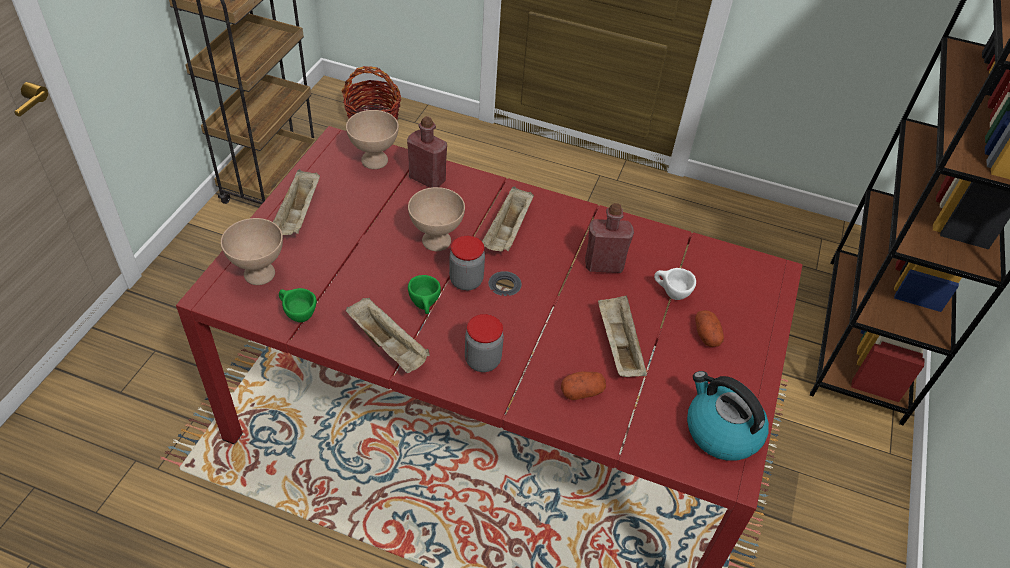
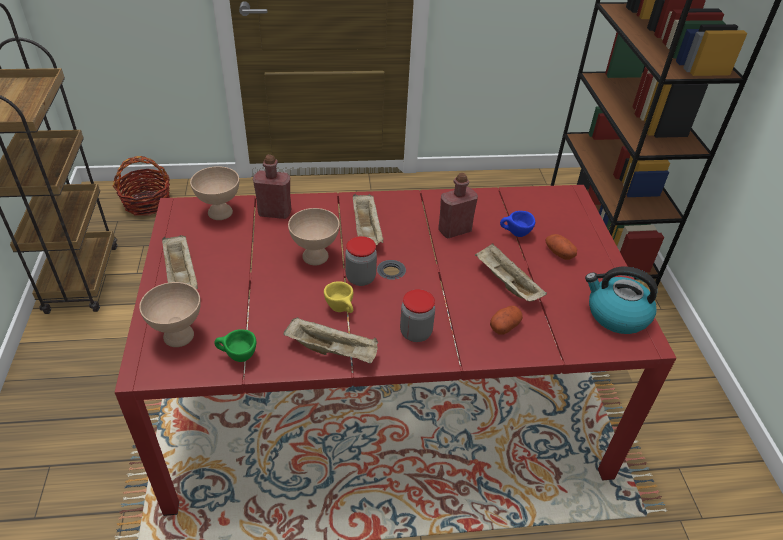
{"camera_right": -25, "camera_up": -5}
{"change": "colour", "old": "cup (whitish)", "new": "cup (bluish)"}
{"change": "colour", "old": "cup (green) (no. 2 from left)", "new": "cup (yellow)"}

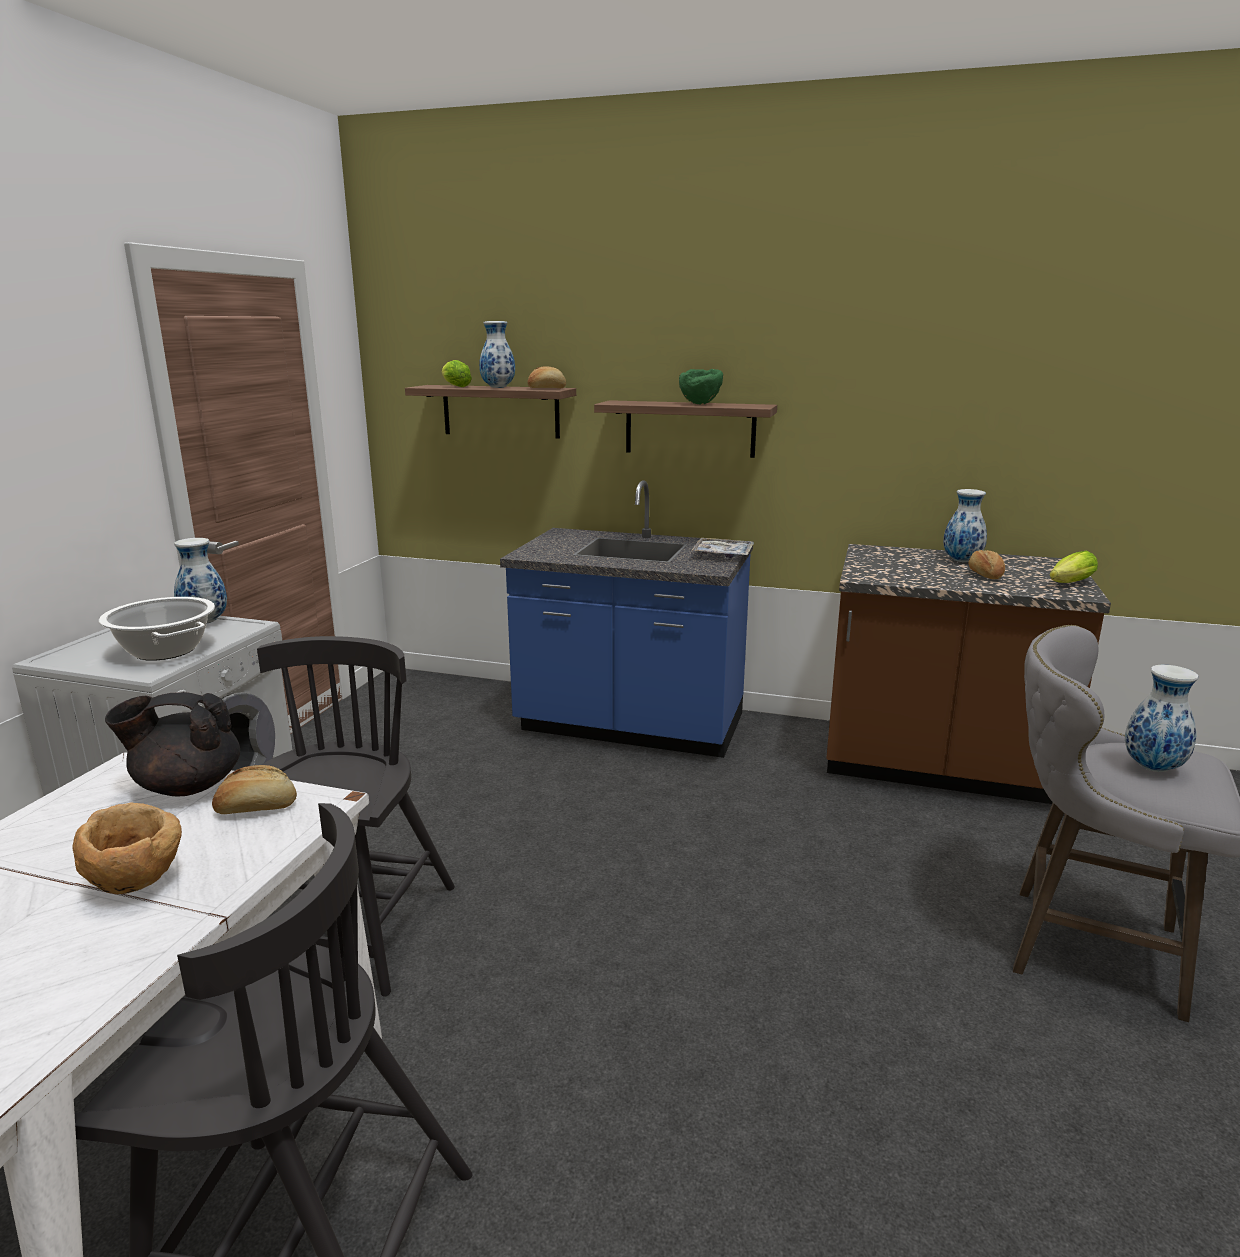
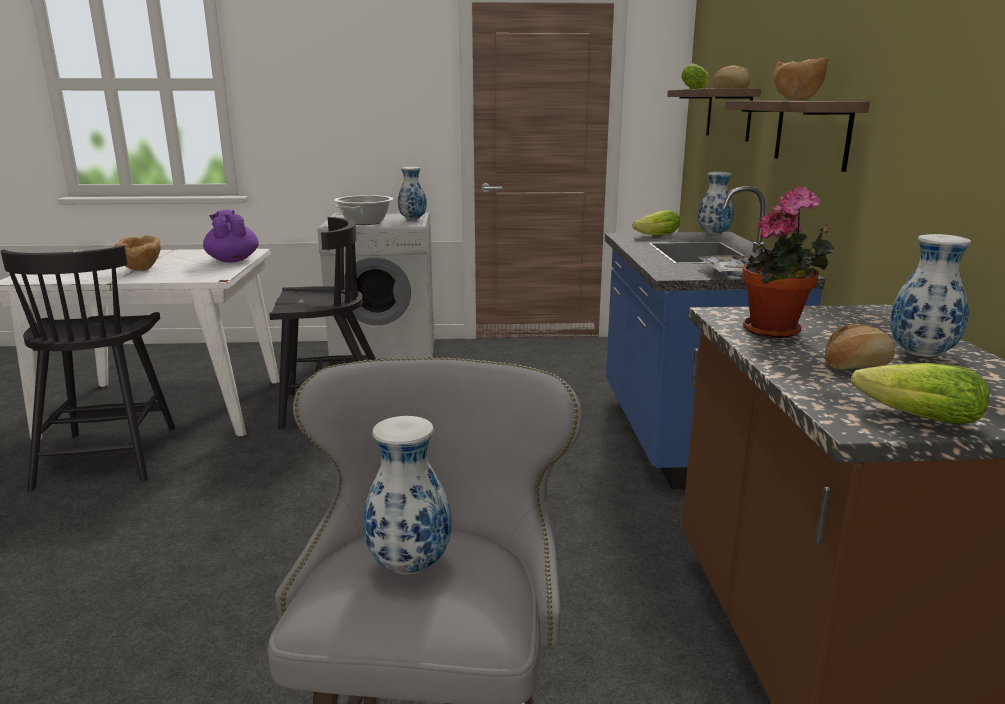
{"camera_right": 70, "camera_up": 0}
{"change": "relocated", "old": "vase (no. 2 from left in the first image)", "new": "vase (no. 3 from left)"}
{"change": "colour", "old": "serving bowl (green)", "new": "serving bowl (brown-coloured) (no. 2 from left)"}
{"change": "colour", "old": "pot for tea (blackish)", "new": "pot for tea (purple)"}
{"change": "missing", "old": "bread (no. 1 from left)"}
{"change": "appeared", "new": "potted plant"}
{"change": "appeared", "new": "lettuce head (no. 1 from left)"}

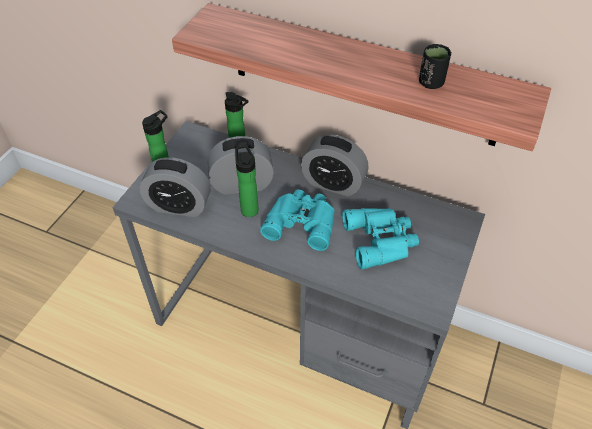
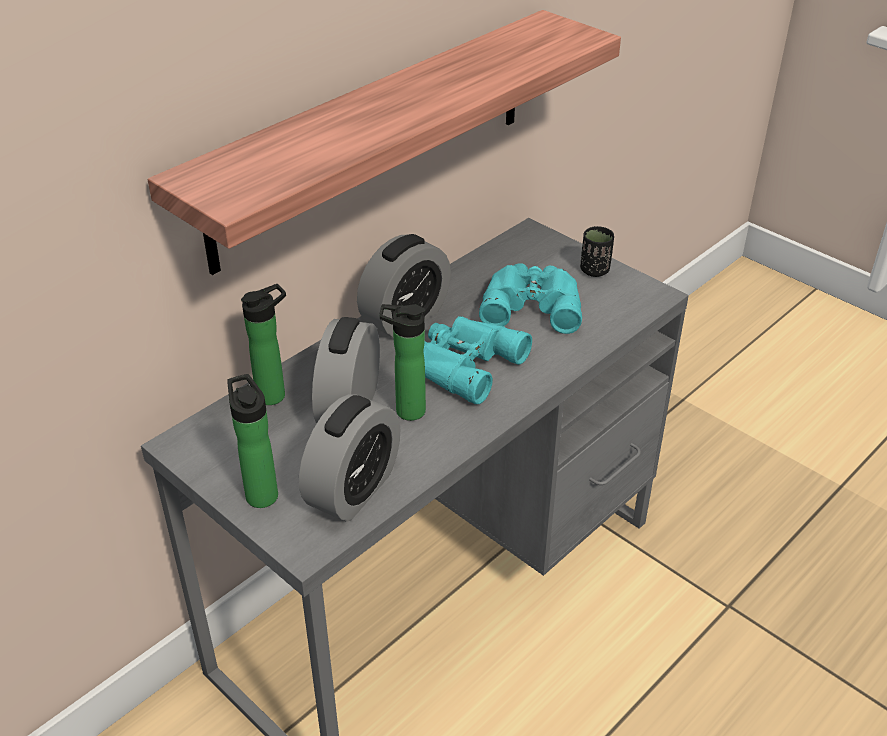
{"camera_right": -70, "camera_up": -10}
{"change": "relocated", "old": "cup (blackish)"}

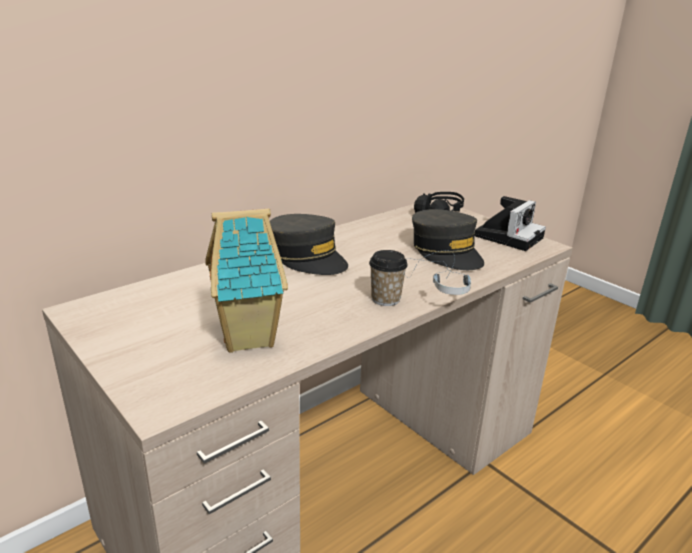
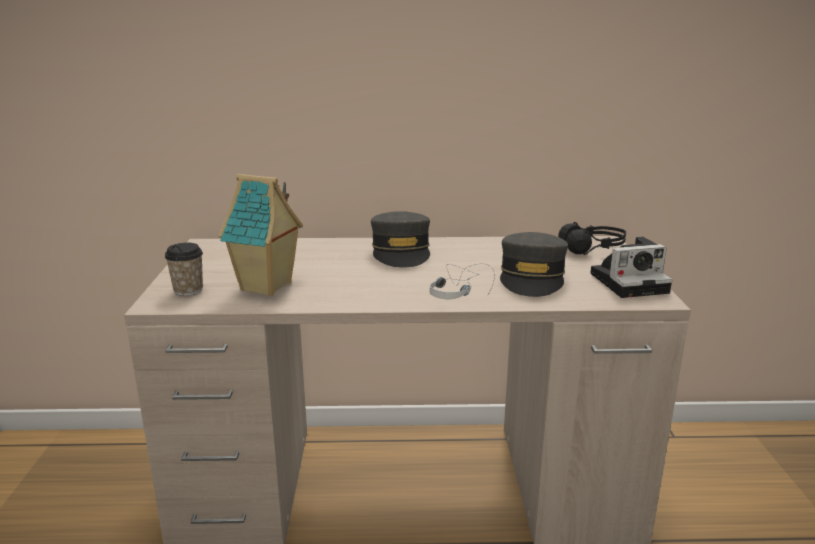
{"camera_right": 40, "camera_up": -5}
{"change": "relocated", "old": "cup"}

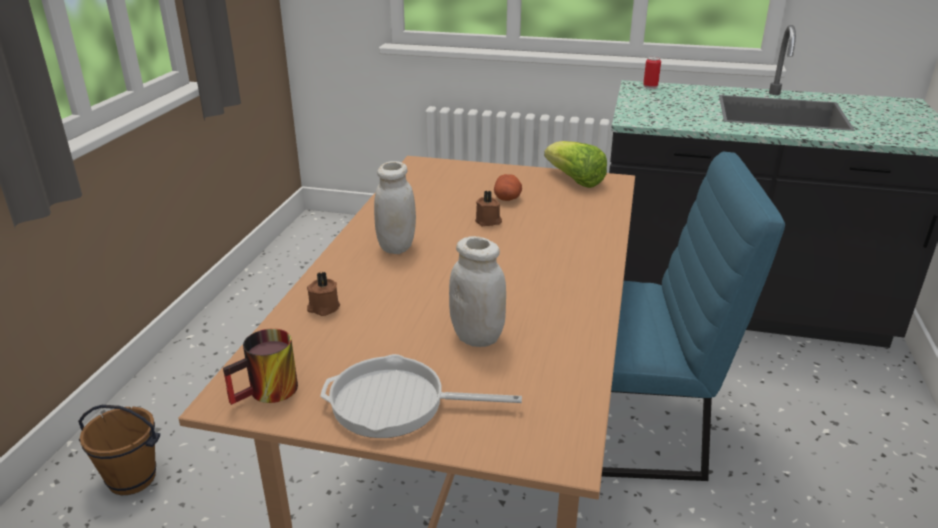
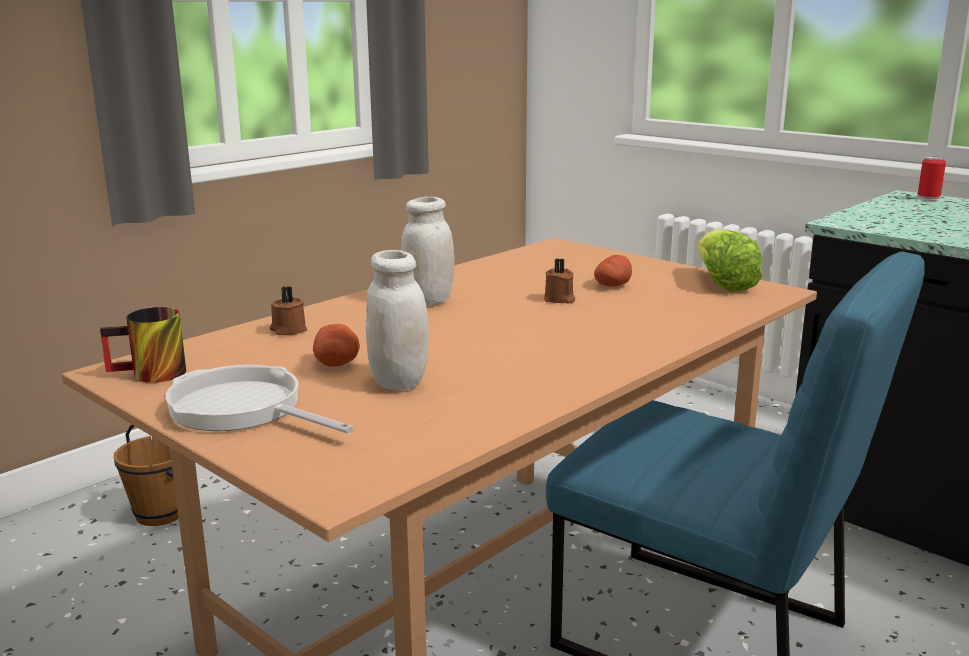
{"camera_right": 30, "camera_up": -10}
{"change": "appeared", "new": "potato (no. 1 from left)"}

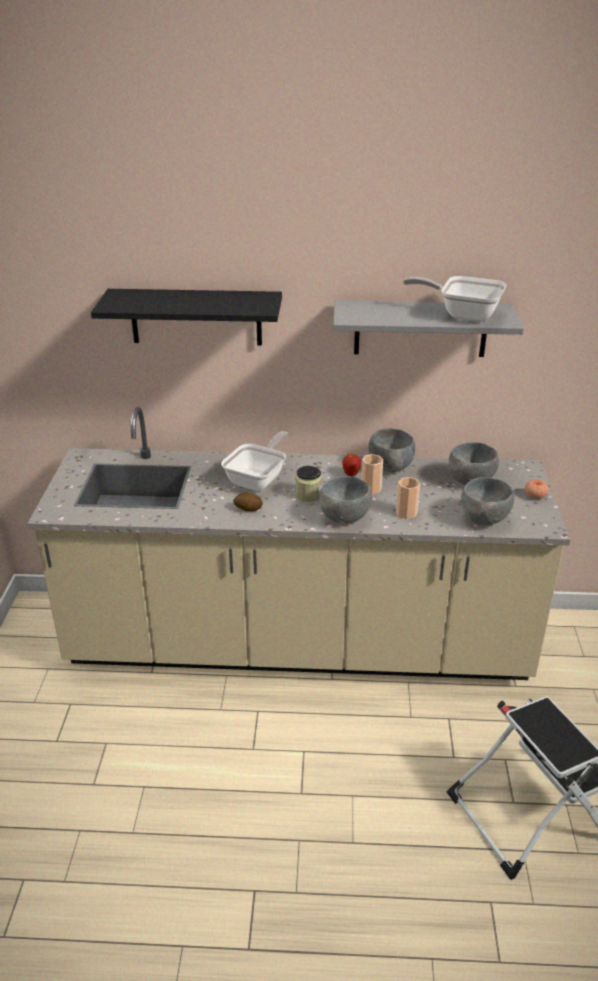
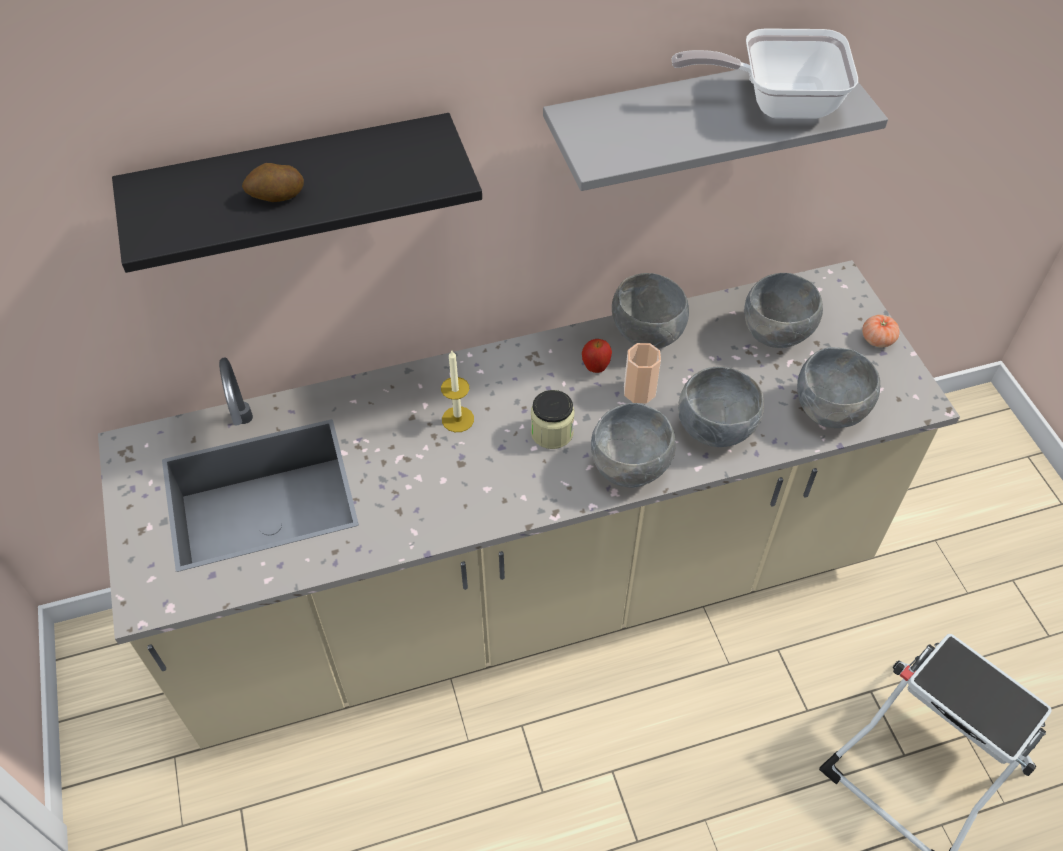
{"camera_right": -20, "camera_up": 20}
{"change": "exchanged", "old": "frying pan (no. 1 from left)", "new": "wax light"}
{"change": "exchanged", "old": "cup (no. 2 from left)", "new": "serving bowl (grey) (no. 3 from left)"}
{"change": "relocated", "old": "potato"}

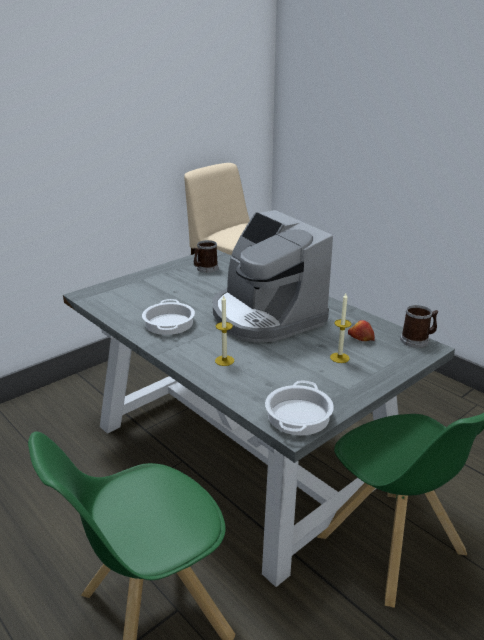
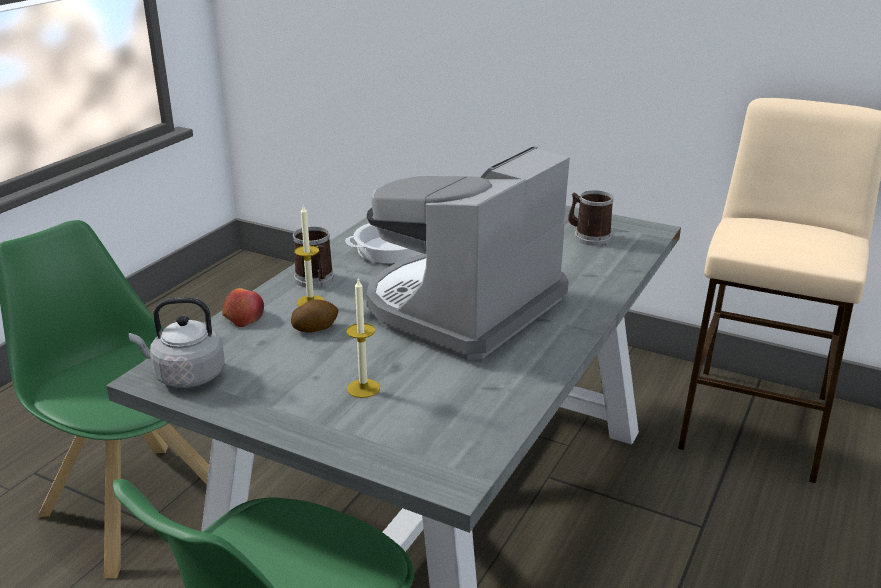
{"camera_right": 70, "camera_up": 0}
{"change": "relocated", "old": "mug (no. 2 from left in the first image)", "new": "mug (no. 1 from left)"}
{"change": "relocated", "old": "whole apple"}
{"change": "exchanged", "old": "cooking pot (no. 2 from left)", "new": "tea kettle (grey)"}
{"change": "appeared", "new": "potato"}

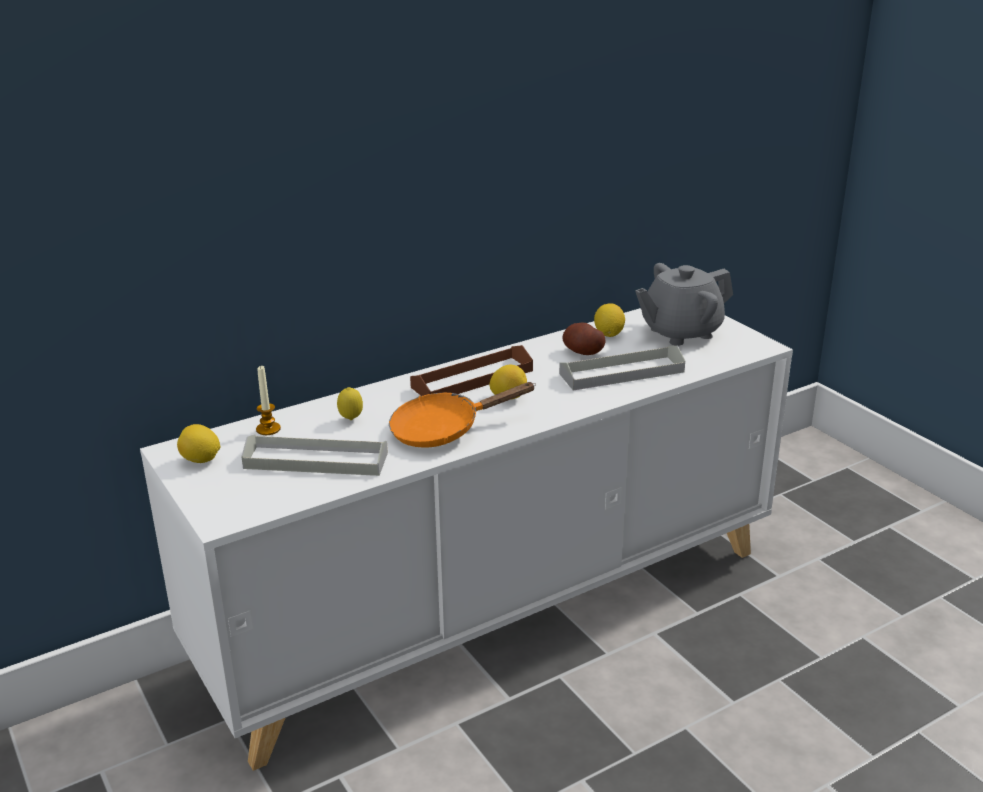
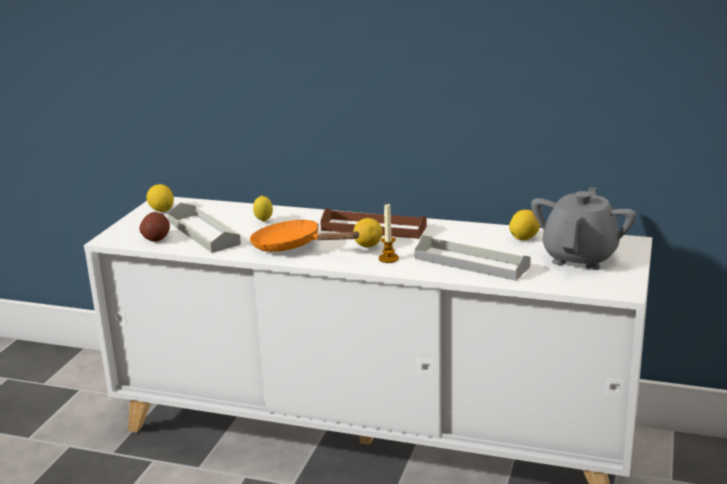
{"camera_right": 50, "camera_up": -5}
{"change": "spun", "old": "pot for tea (grey)", "degrees": 90}
{"change": "relocated", "old": "potato"}
{"change": "relocated", "old": "wax light"}

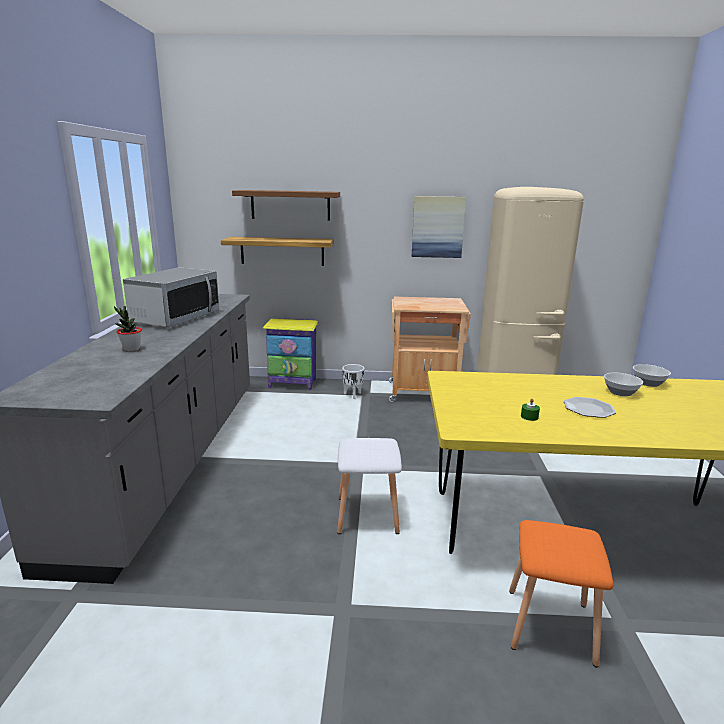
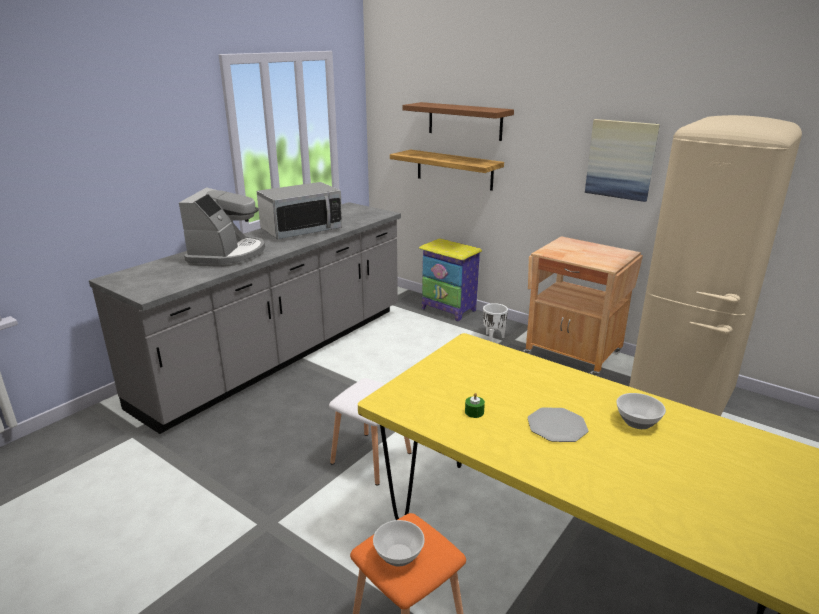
{"camera_right": 35, "camera_up": 5}
{"change": "exchanged", "old": "potted plant", "new": "coffee maker"}
{"change": "relocated", "old": "serving bowl (no. 2 from left in the first image)", "new": "serving bowl (no. 1 from left)"}

